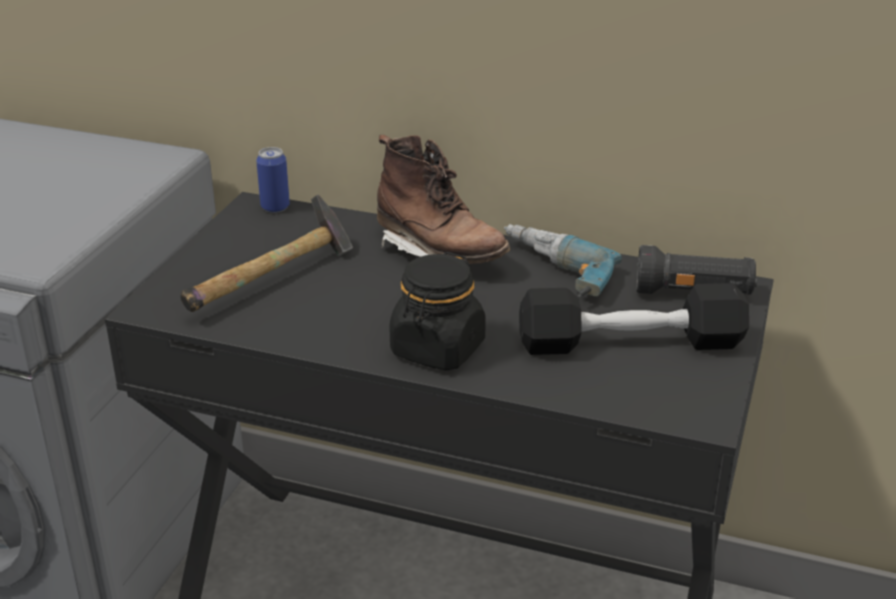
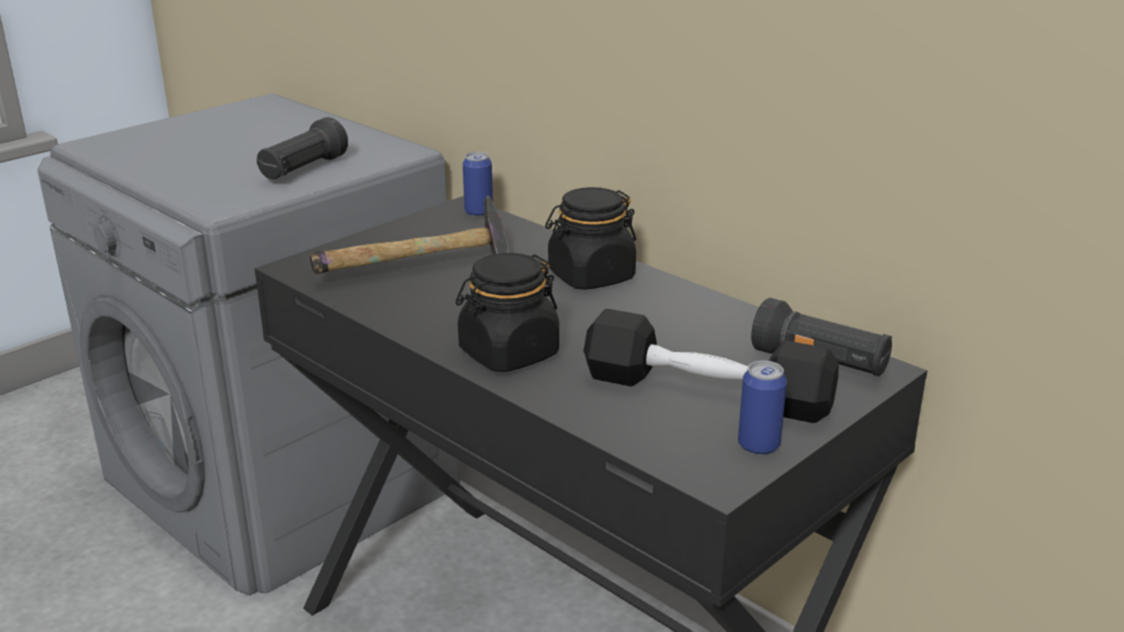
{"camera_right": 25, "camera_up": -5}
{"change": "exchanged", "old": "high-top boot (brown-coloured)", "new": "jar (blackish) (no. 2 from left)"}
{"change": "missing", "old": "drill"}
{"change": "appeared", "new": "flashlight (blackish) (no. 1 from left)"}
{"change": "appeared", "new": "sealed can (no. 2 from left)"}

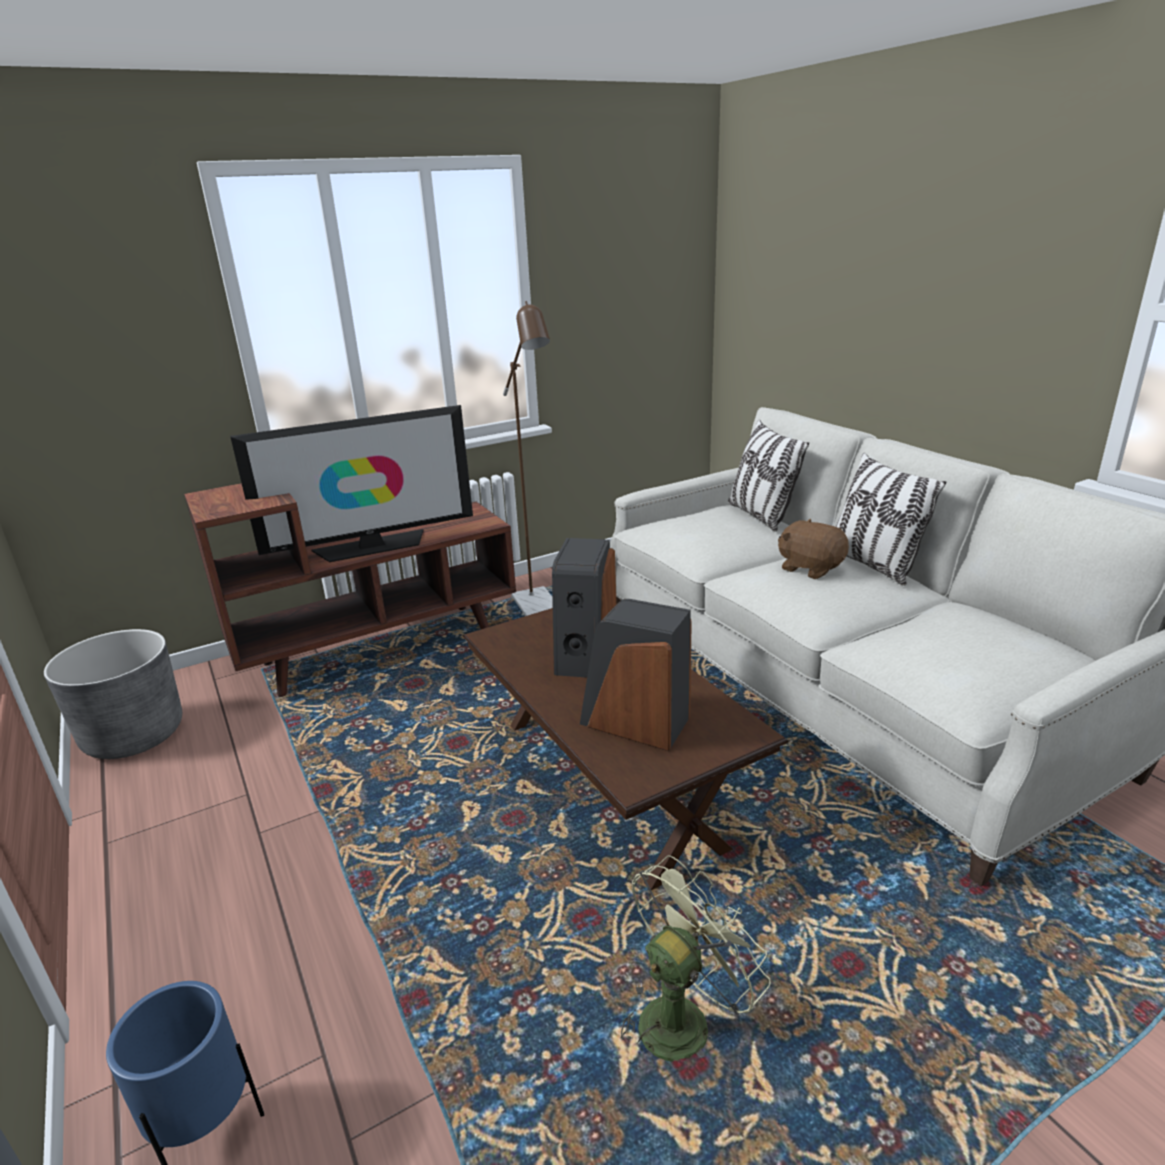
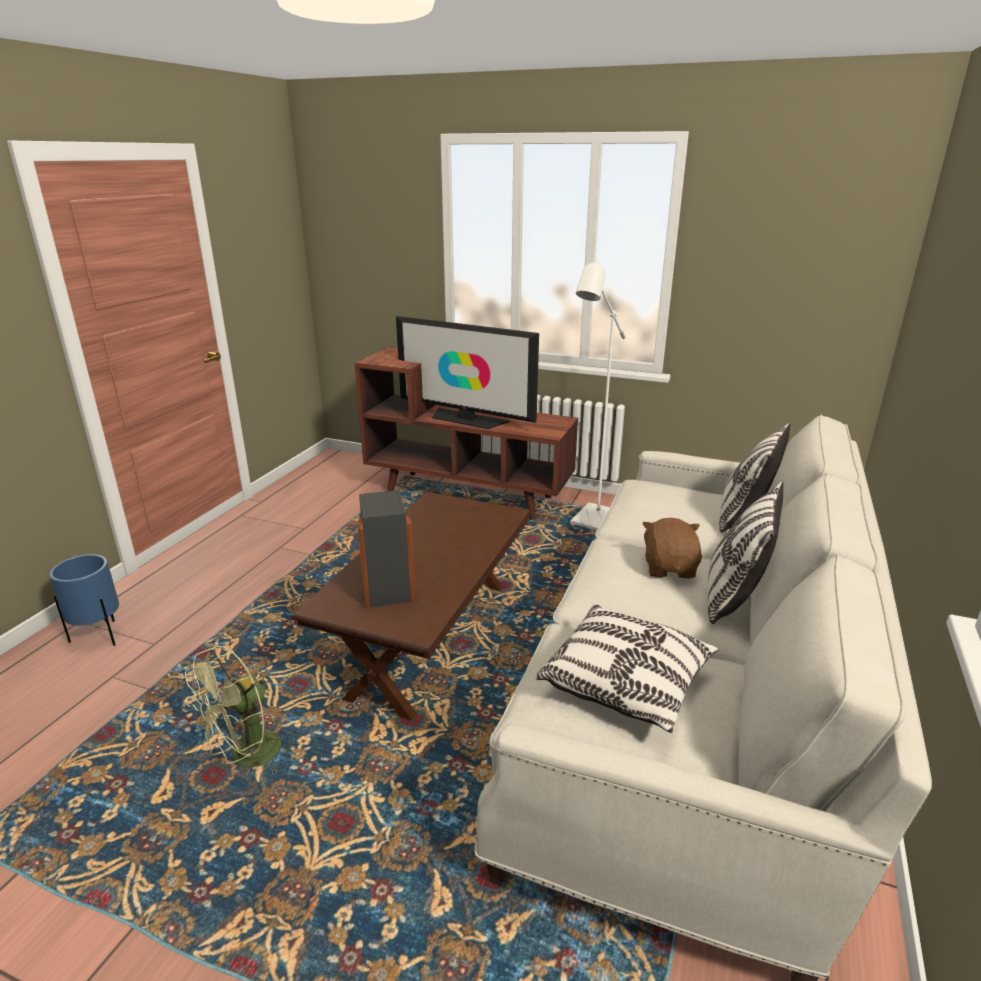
{"camera_right": 50, "camera_up": 0}
{"change": "colour", "old": "standing lamp (brown-coloured)", "new": "standing lamp (whitish)"}
{"change": "missing", "old": "loudspeaker (no. 1 from left)"}
{"change": "missing", "old": "planter (grey)"}
{"change": "spun", "old": "fan (green)", "degrees": 120}
{"change": "appeared", "new": "cushion (no. 1 from left)"}

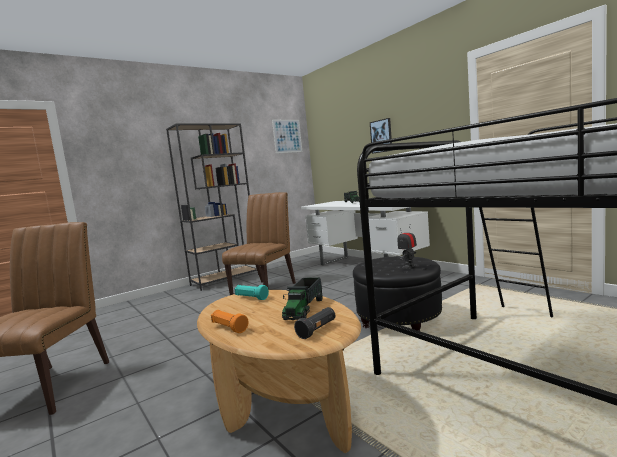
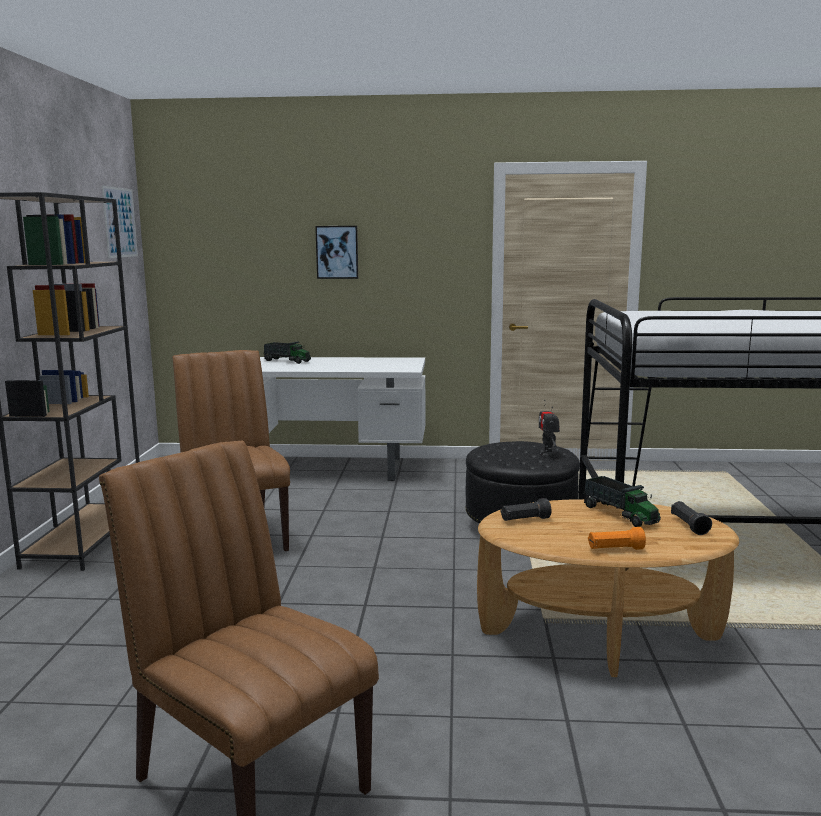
{"camera_right": -50, "camera_up": 5}
{"change": "colour", "old": "flashlight (blue-green)", "new": "flashlight (blackish) (no. 1 from left)"}

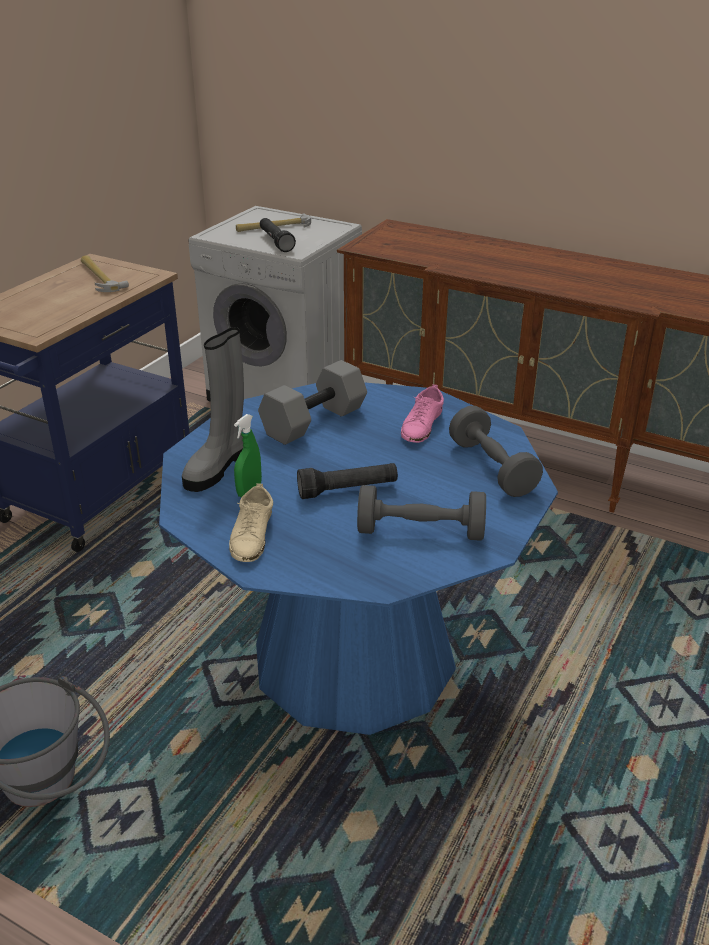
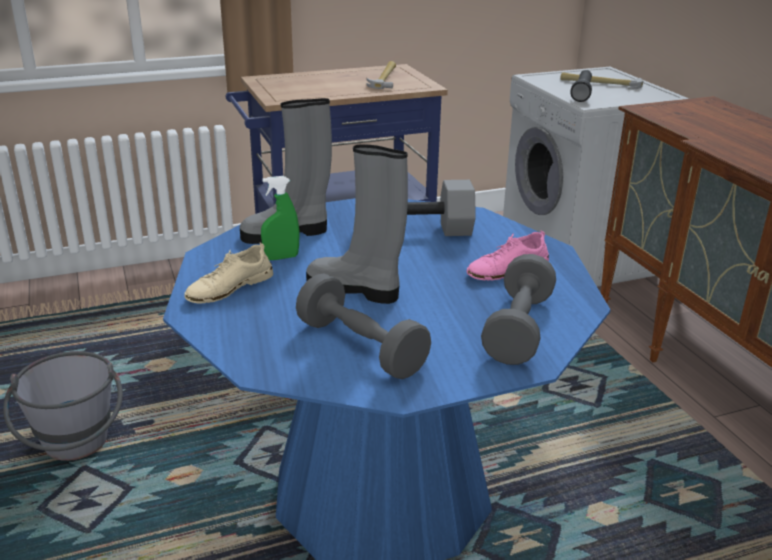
{"camera_right": 40, "camera_up": -5}
{"change": "exchanged", "old": "flashlight (blackish) (no. 2 from left)", "new": "high-top boot (grey) (no. 2 from left)"}

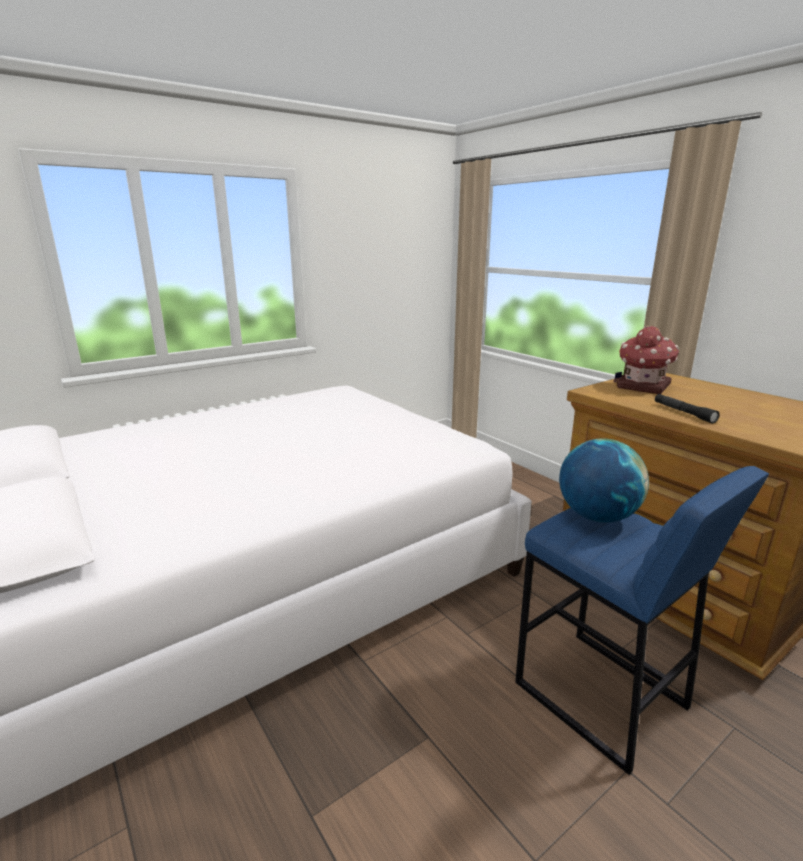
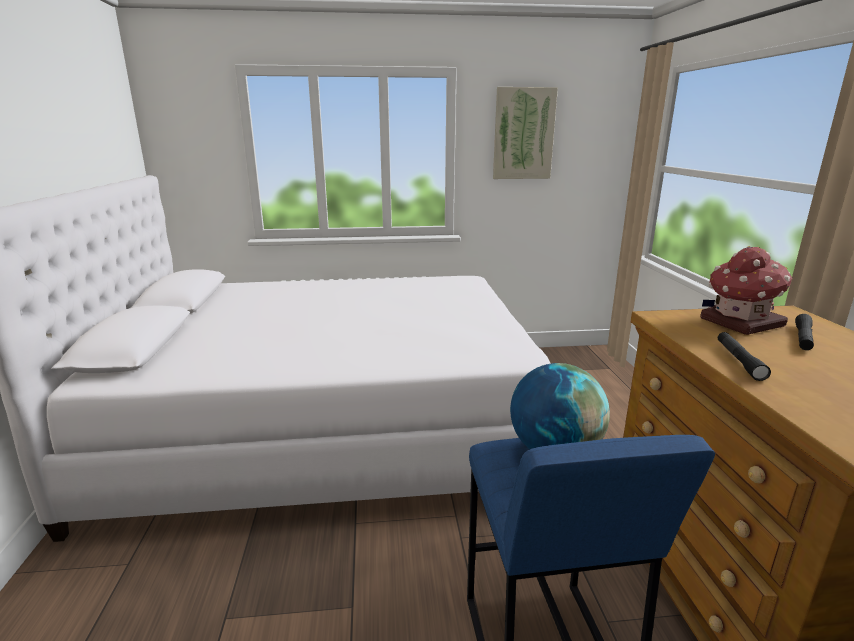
{"camera_right": 30, "camera_up": 0}
{"change": "appeared", "new": "wall art"}
{"change": "appeared", "new": "flashlight (blackish) (no. 2 from left)"}

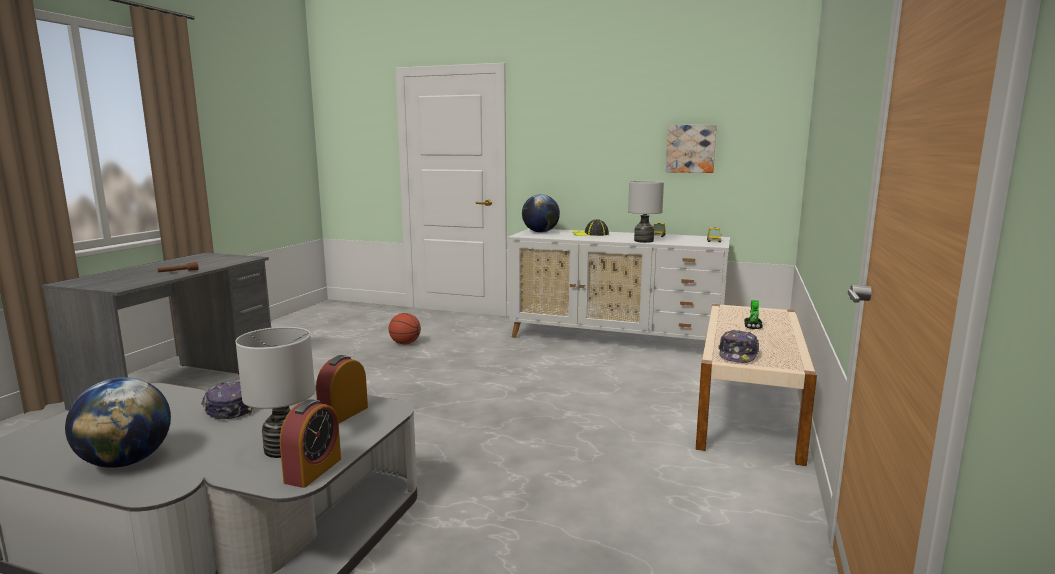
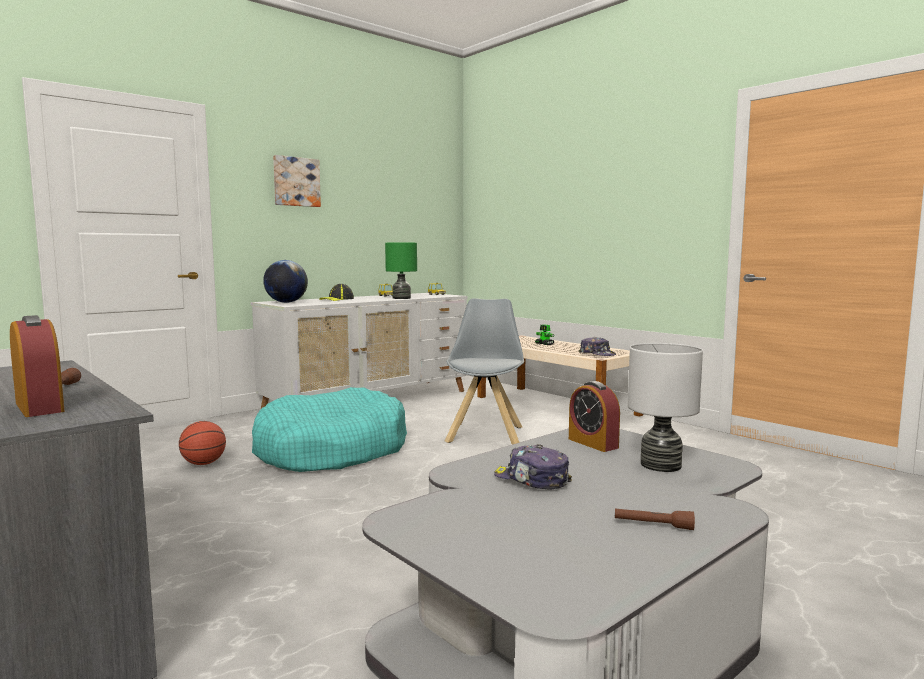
{"camera_right": -60, "camera_up": -5}
{"change": "relocated", "old": "wall art"}
{"change": "colour", "old": "tabletop lamp (grey) (no. 2 from left)", "new": "tabletop lamp (green)"}
{"change": "exchanged", "old": "desk globe (no. 1 from left)", "new": "flashlight (brown-coloured) (no. 2 from left)"}
{"change": "spun", "old": "peaked cap (no. 1 from left in the first image)", "degrees": 45}
{"change": "relocated", "old": "bedside clock (no. 1 from left)"}
{"change": "appeared", "new": "chair (grey)"}
{"change": "appeared", "new": "pet bed (blue-green)"}

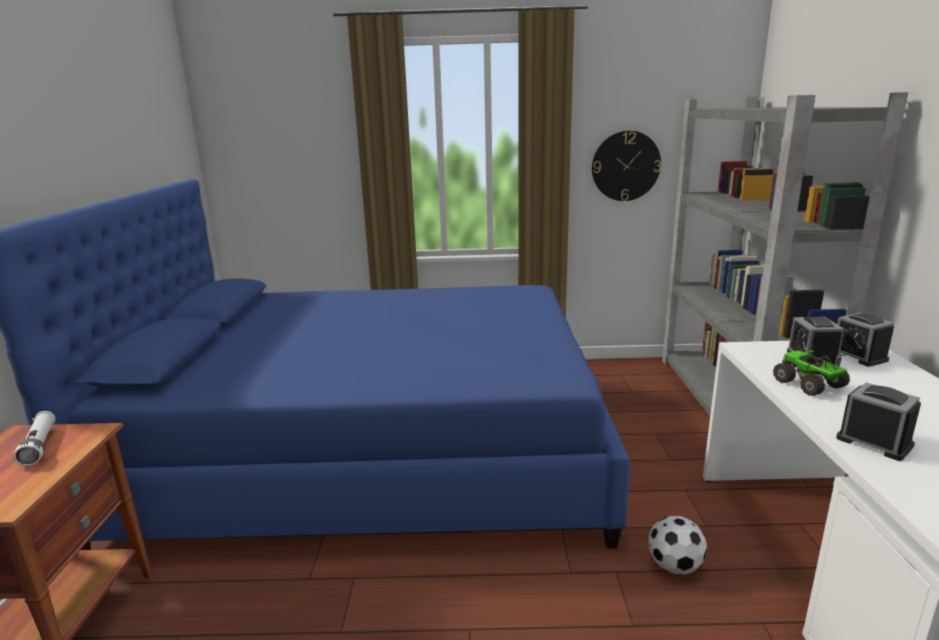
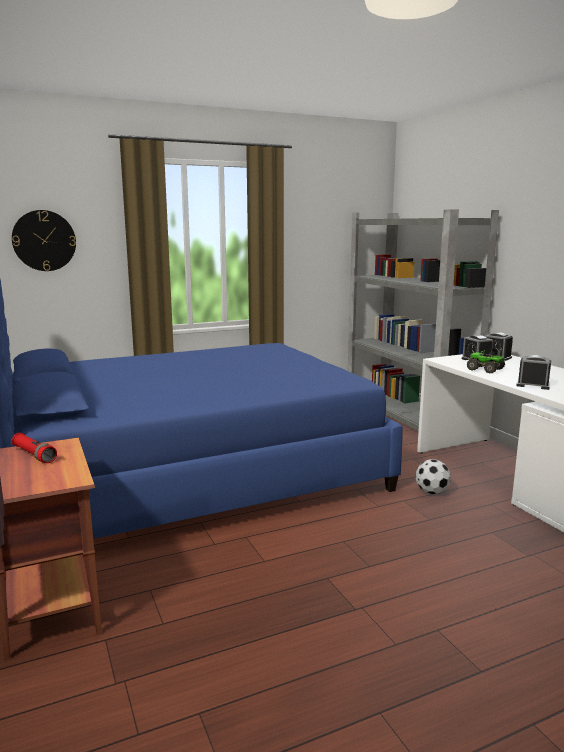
{"camera_right": -25, "camera_up": -5}
{"change": "relocated", "old": "clock on the wall"}
{"change": "colour", "old": "flashlight (whitish)", "new": "flashlight (red)"}

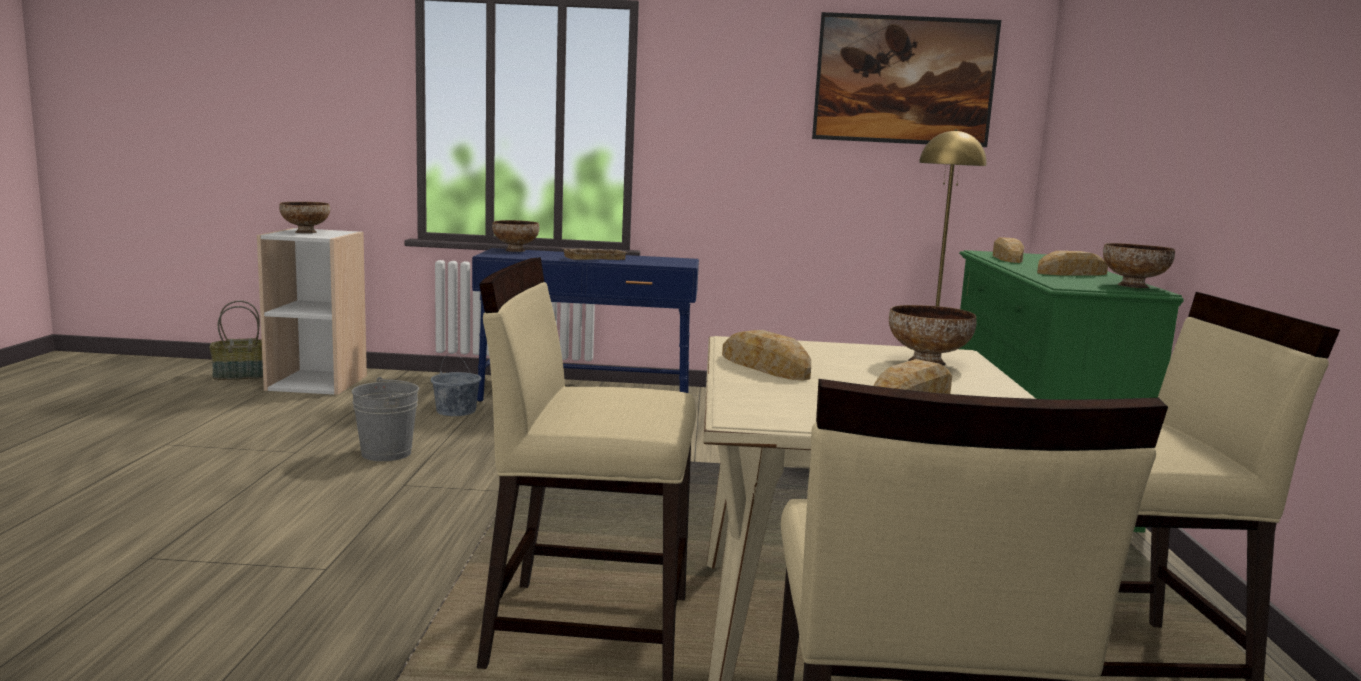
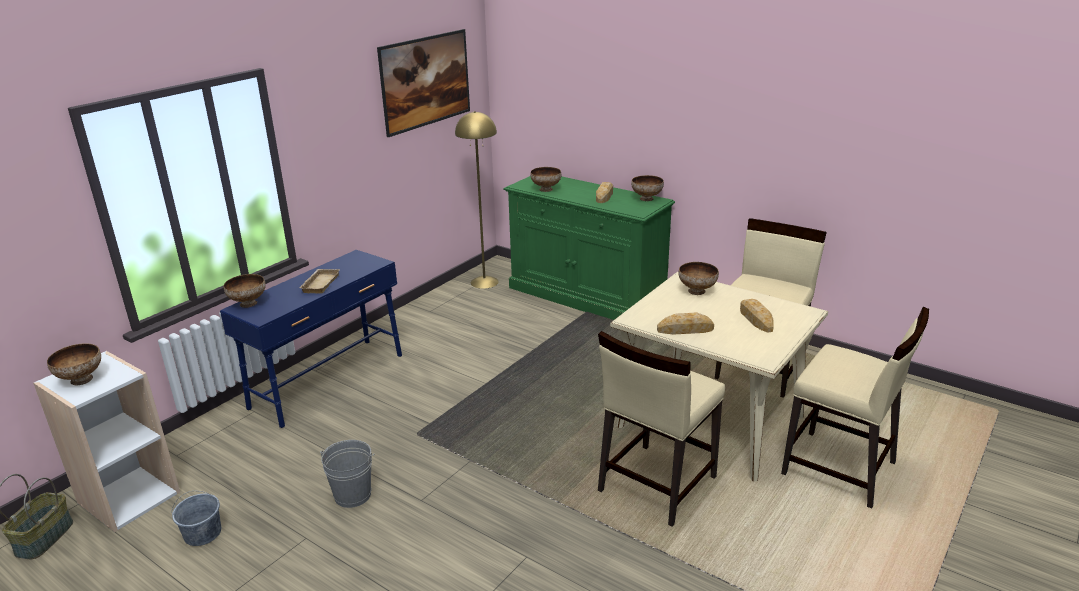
{"camera_right": -55, "camera_up": 15}
{"change": "exchanged", "old": "bread (no. 3 from left)", "new": "serving bowl (no. 3 from left)"}
{"change": "relocated", "old": "bucket (grey) (no. 2 from left in the first image)", "new": "bucket (grey) (no. 1 from left)"}

